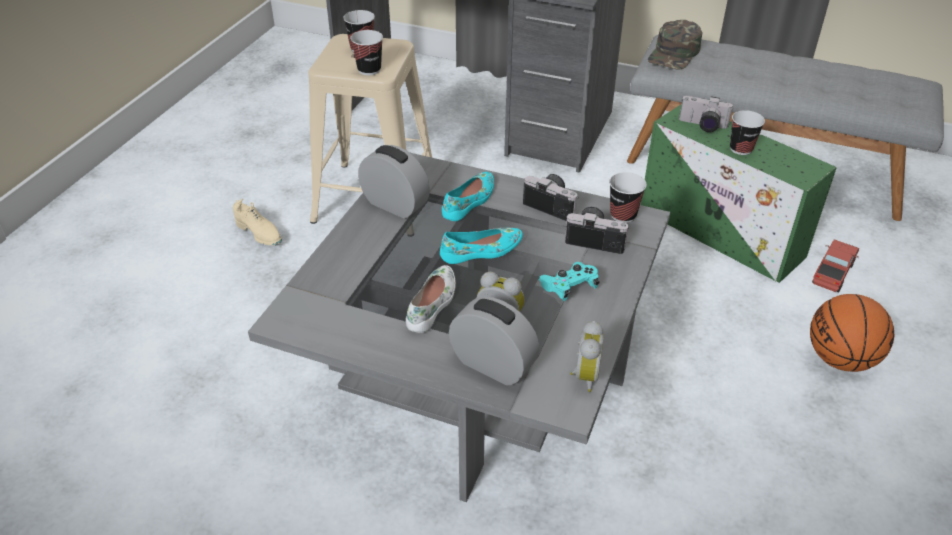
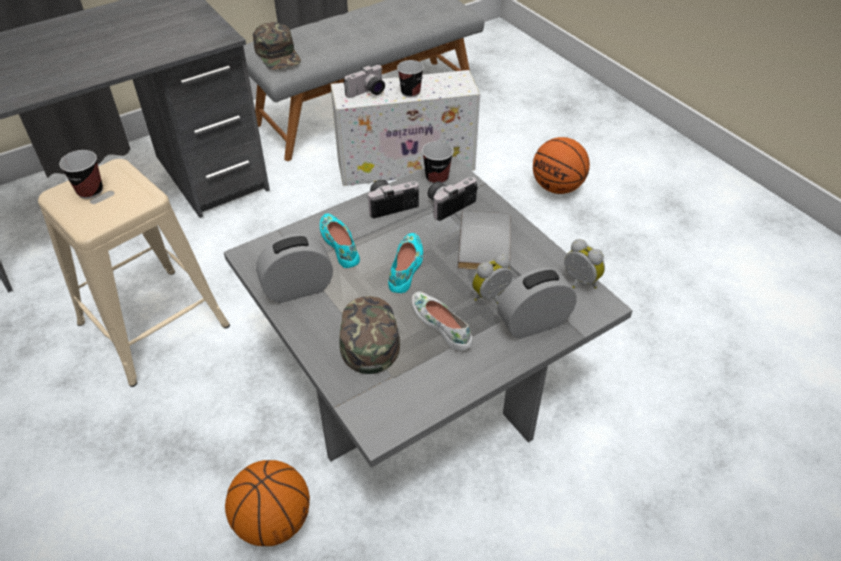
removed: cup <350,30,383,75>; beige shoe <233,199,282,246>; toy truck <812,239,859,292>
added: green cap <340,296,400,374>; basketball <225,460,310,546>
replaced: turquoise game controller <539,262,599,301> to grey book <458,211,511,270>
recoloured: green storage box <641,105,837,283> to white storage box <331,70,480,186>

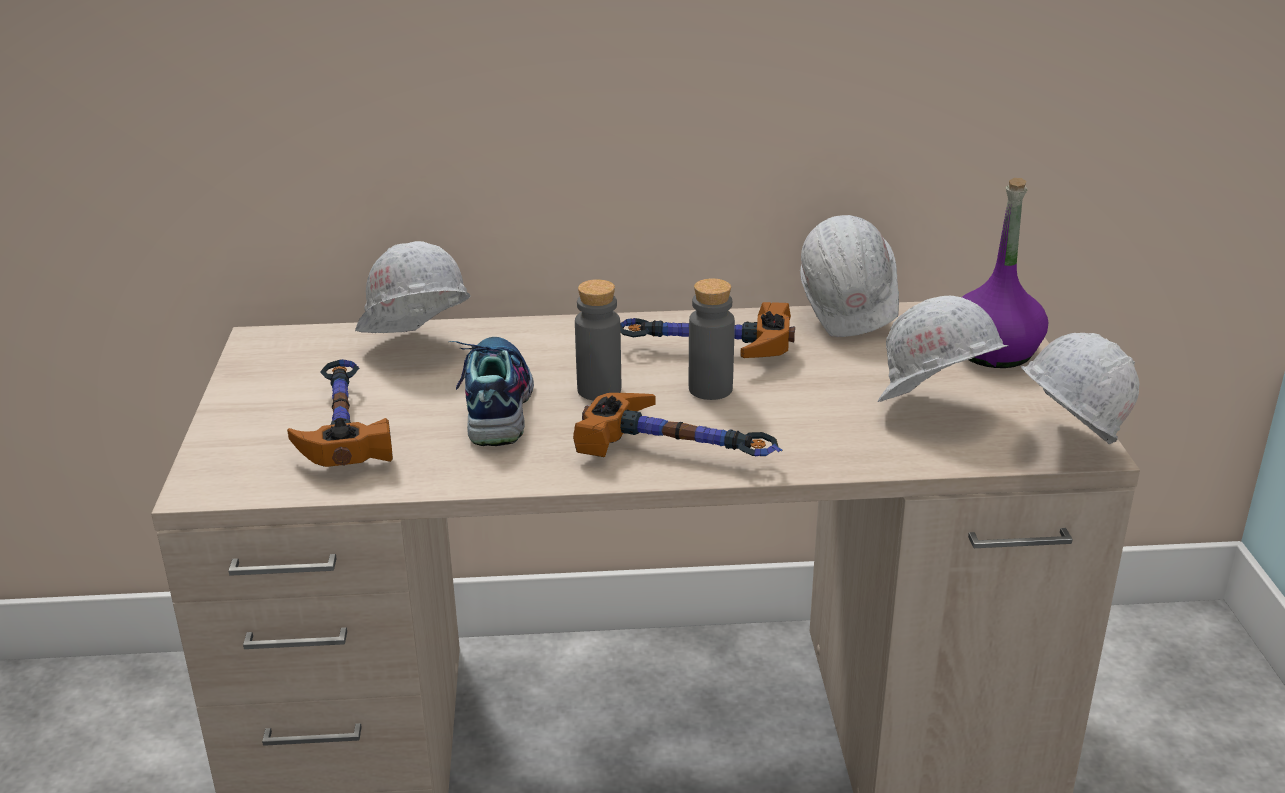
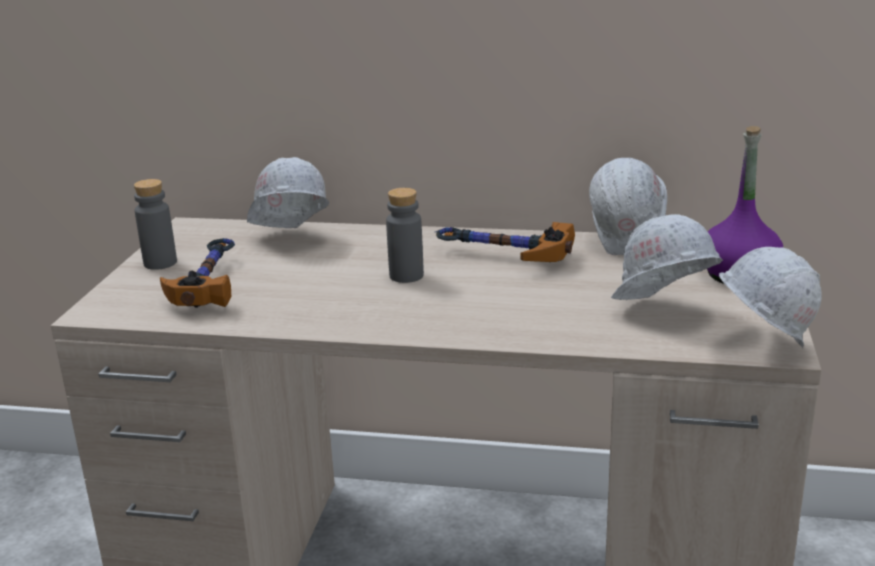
removed: shoe <450,337,534,446>; hammer <573,393,783,457>
moved: grey bottle <689,278,735,400> to <134,179,177,270>

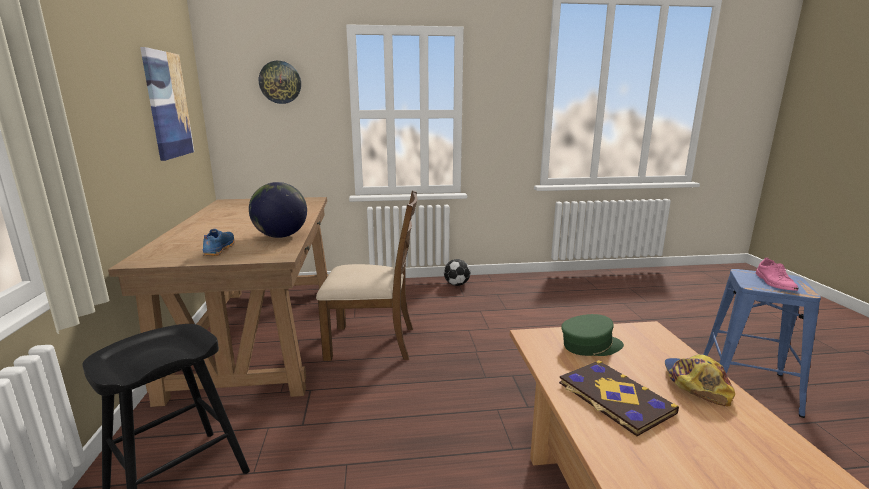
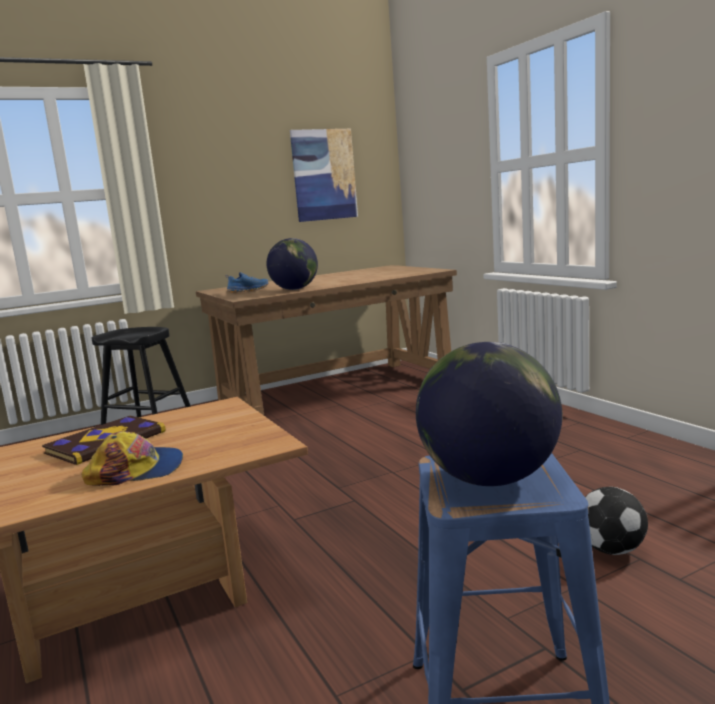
removed: wall clock <259,61,301,104>; brown chair <316,190,418,361>; green cap <561,314,624,356>
moved: football <444,259,470,286> to <585,487,648,555>
replaced: pink shoe <756,258,798,291> to globe <416,342,563,486>

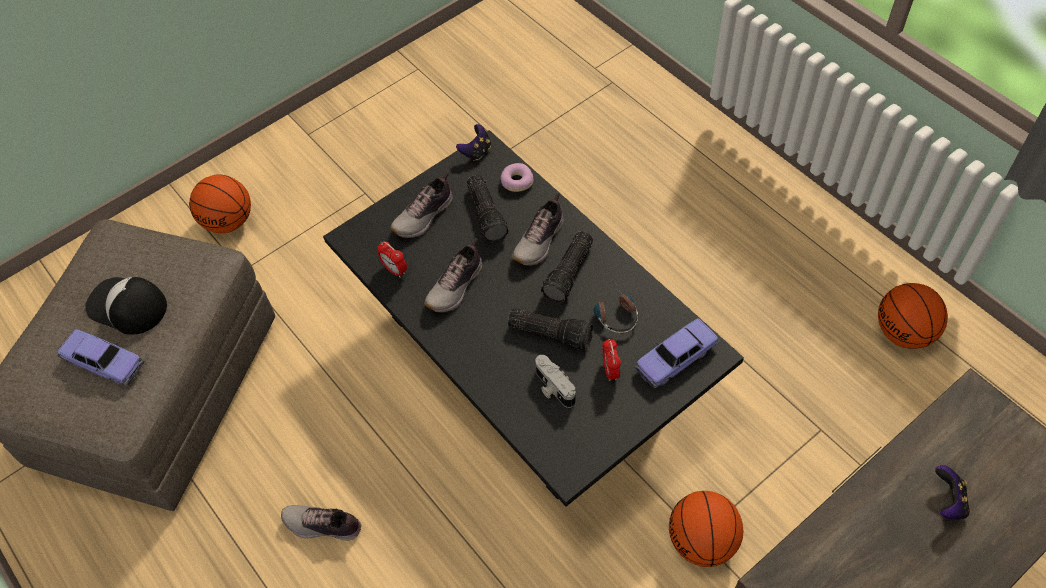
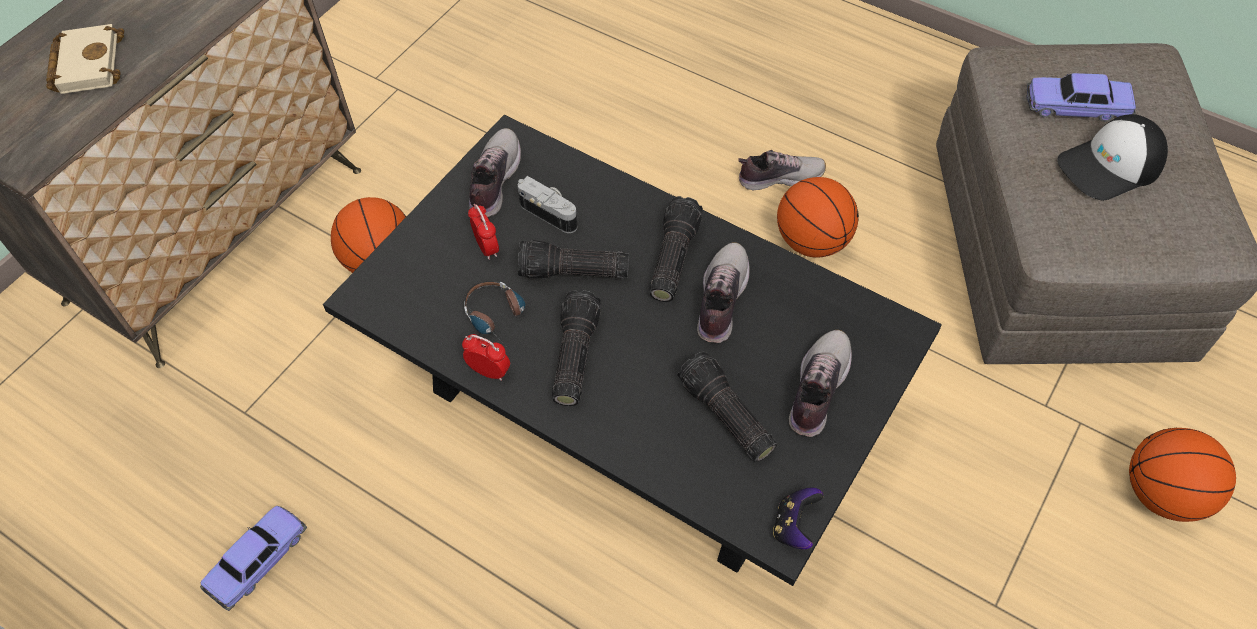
removed: donut <501,163,534,192>
added: flashlight <649,196,703,302>
moved: shoe <512,193,563,266> to <469,128,521,217>; alarm clock <377,241,407,277> to <462,334,510,381>; basketball <878,283,948,349> to <777,177,859,258>; toy car <634,318,720,388> to <200,506,307,611>
replaced: game controller <935,465,970,519> to beige book <46,24,124,94>
turned: cap <85,277,167,335> = <1057,114,1168,201> 150 degrees clockwise

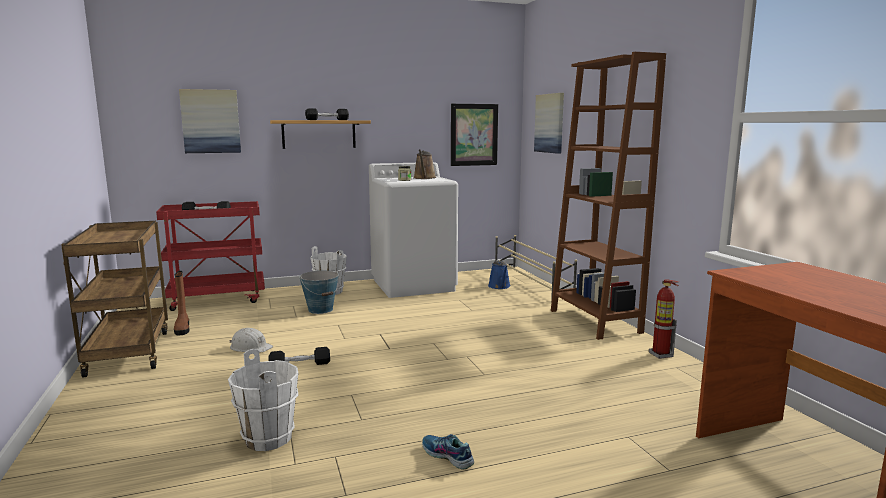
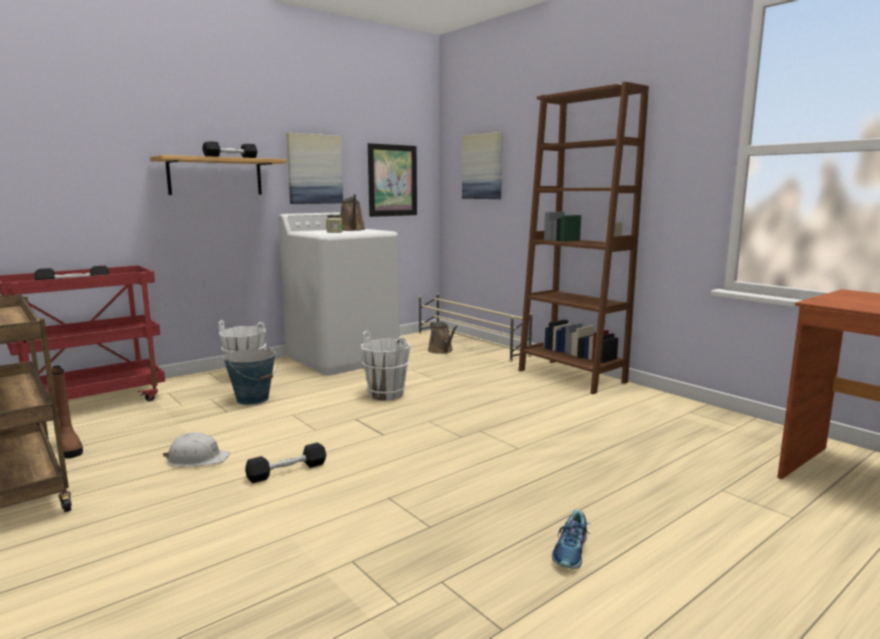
removed: fire extinguisher <649,279,679,359>
moved: picture <179,89,241,153> to <286,133,343,204>; white bucket <228,349,298,451> to <360,330,410,401>
recoloured: blue watering can <488,260,511,289> to brown watering can <428,321,458,354>
turned: shoe <422,434,474,470> = <552,510,592,569> 90 degrees counterclockwise

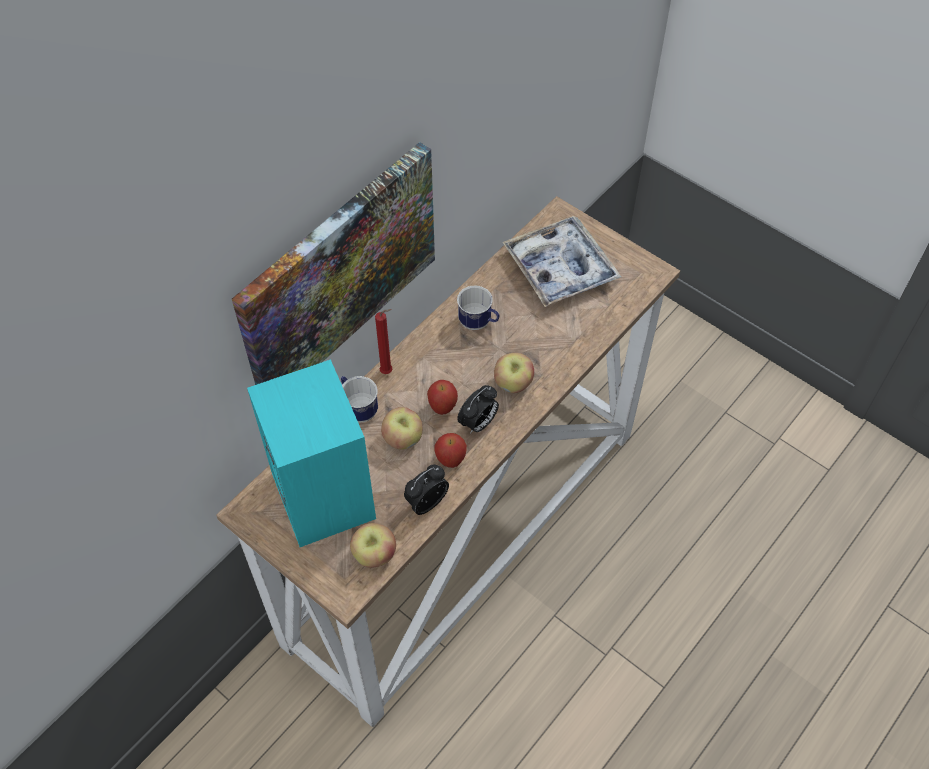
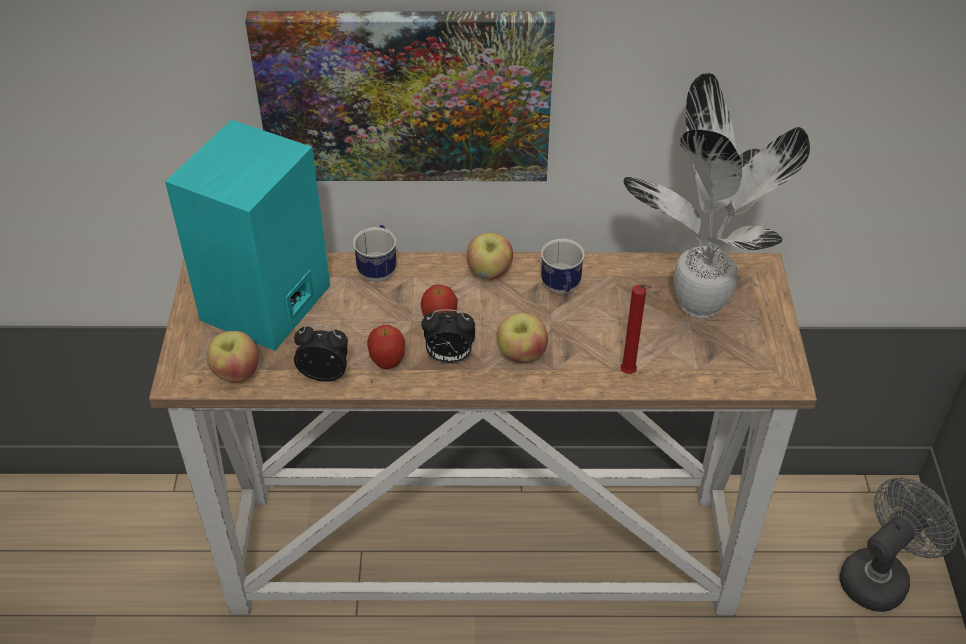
added: grey fan <839,477,957,612>
moved: red candle <375,309,392,374> to <621,284,652,374>; apple <381,407,423,449> to <467,233,513,280>
replaced: tray <502,216,621,307> to potted plant <623,73,810,318>

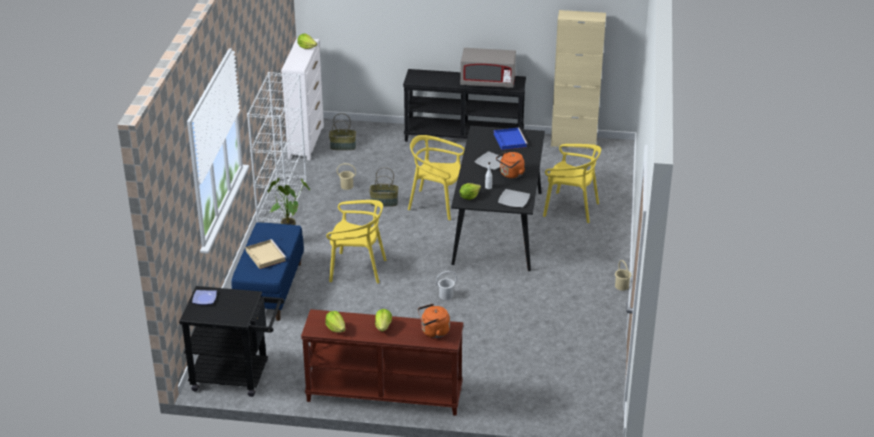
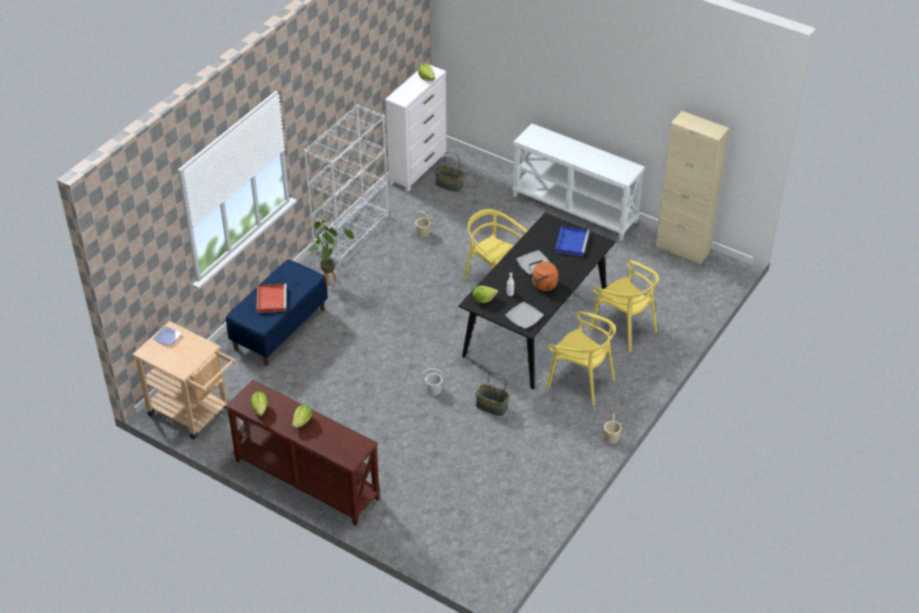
removed: grey microwave <460,48,516,88>; orange kettle <418,304,450,338>
moved: basket <369,167,398,206> to <475,372,509,416>; yellow chair <326,200,386,283> to <546,311,616,406>
recoloured: black console table <403,69,526,142> to white console table <512,124,645,241>; beige tray <245,239,286,269> to red tray <256,284,287,313>; black cart <179,286,284,397> to beige cart <132,321,236,439>

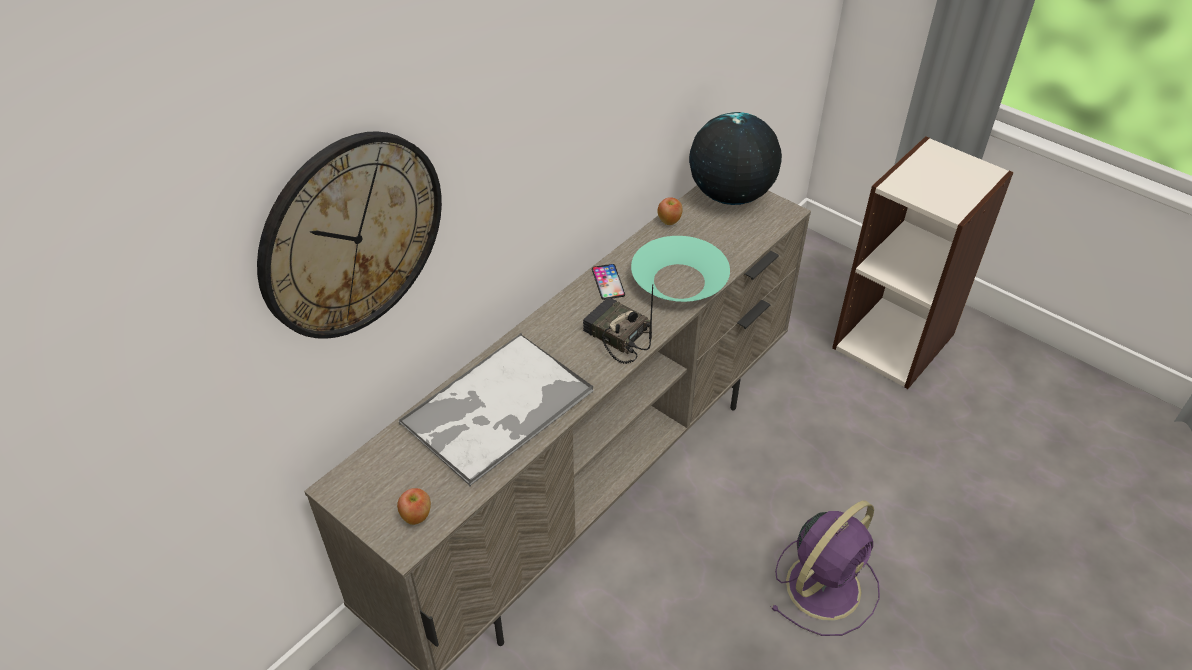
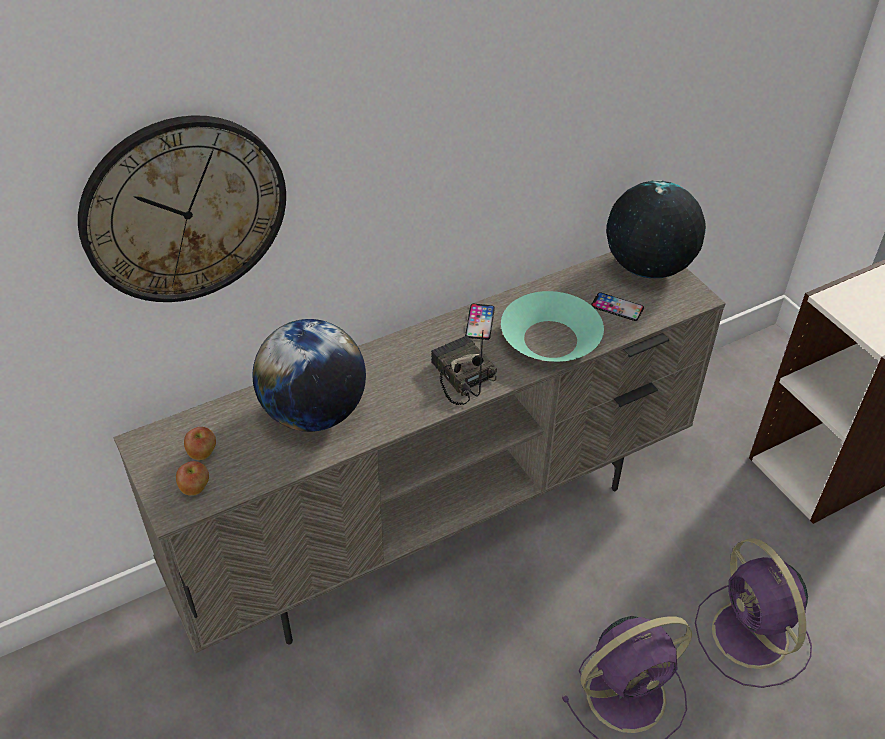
added: phone <591,292,644,321>; purple fan <695,538,812,688>
moved: apple <658,197,682,225> to <184,427,216,460>
replaced: tray <399,333,594,487> to globe <253,319,366,432>

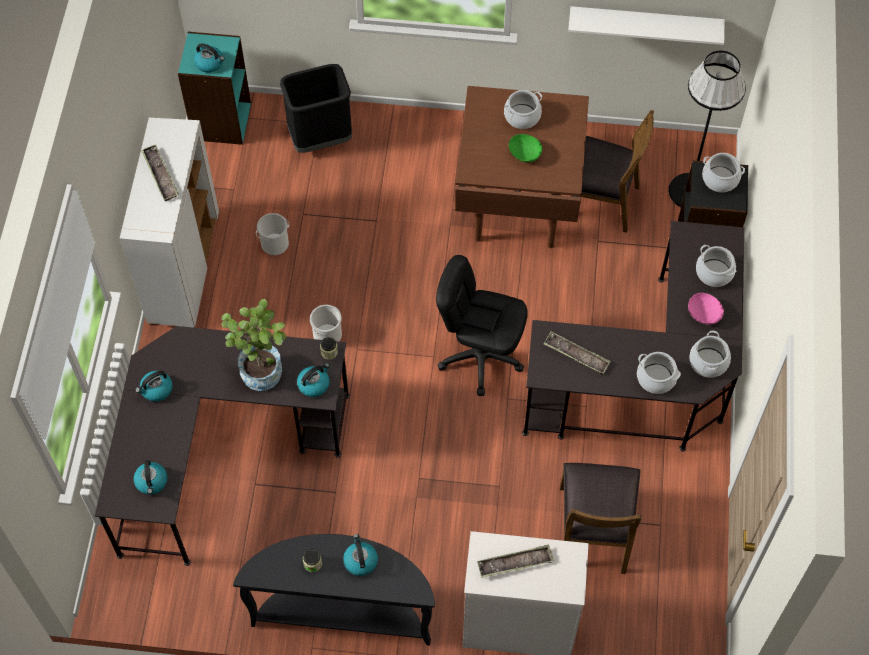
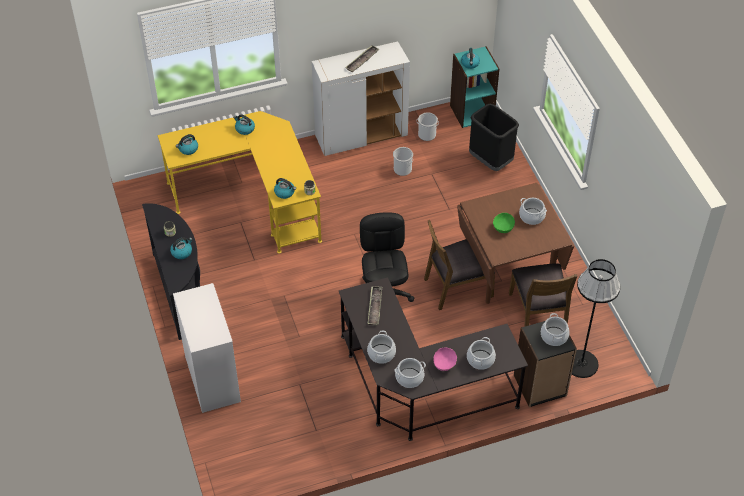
removed: white shelf <568,6,725,45>; potted plant <221,299,286,391>; tray <477,544,554,578>
moved: bucket <310,305,342,342> to <416,112,439,141>; brown chair <560,463,642,574> to <424,220,495,310>
recoloured: black desk <95,326,350,566> to yellow desk <158,111,322,254>

